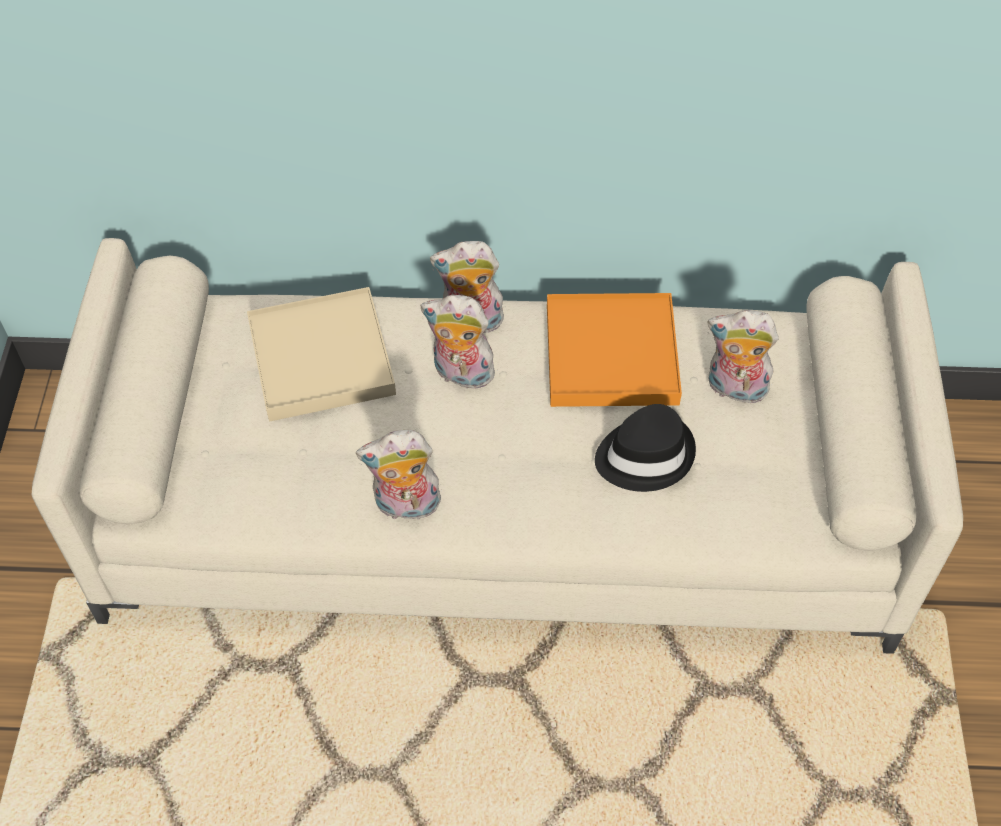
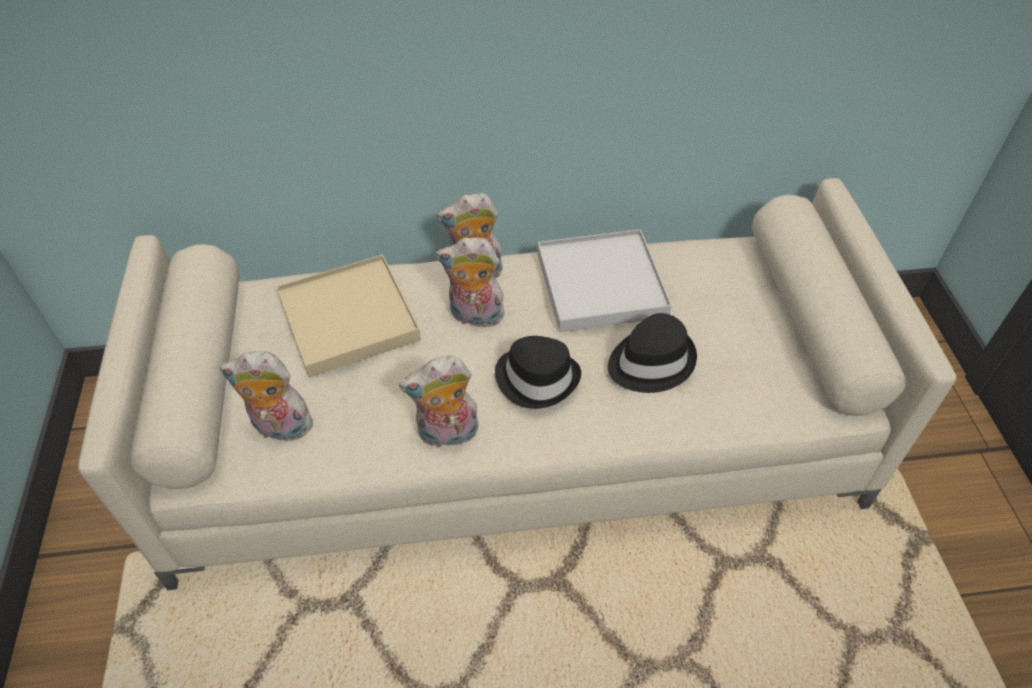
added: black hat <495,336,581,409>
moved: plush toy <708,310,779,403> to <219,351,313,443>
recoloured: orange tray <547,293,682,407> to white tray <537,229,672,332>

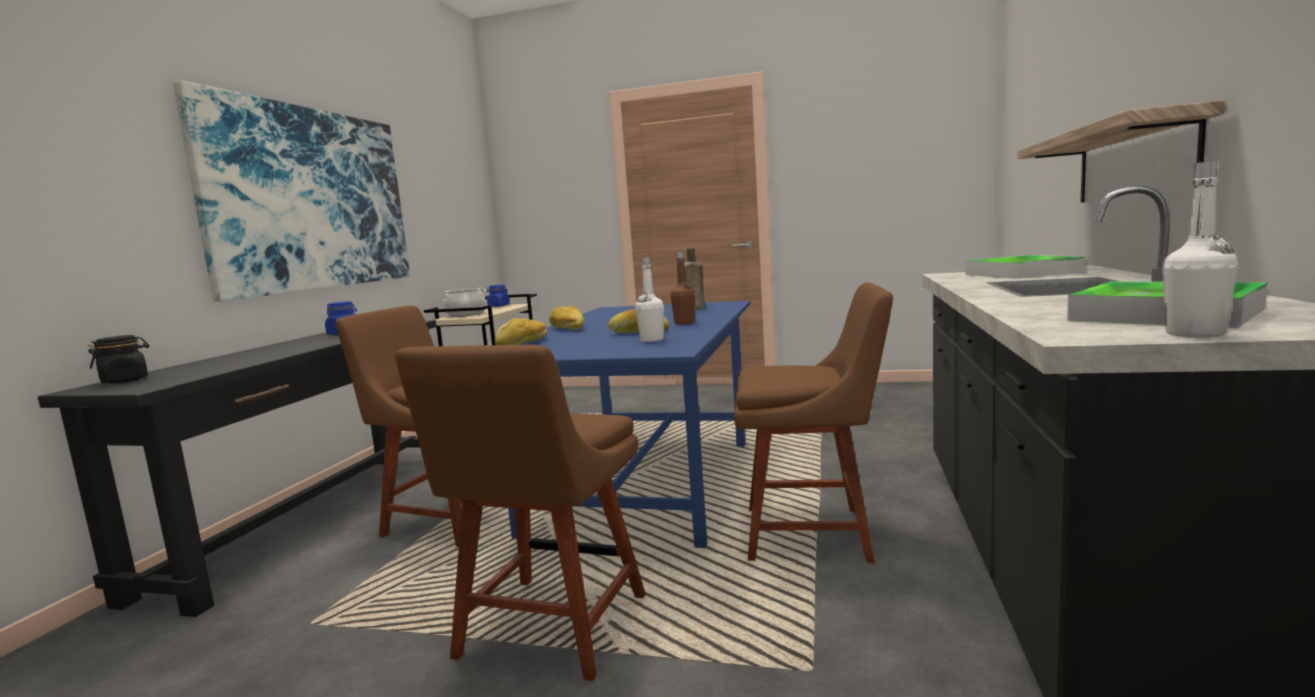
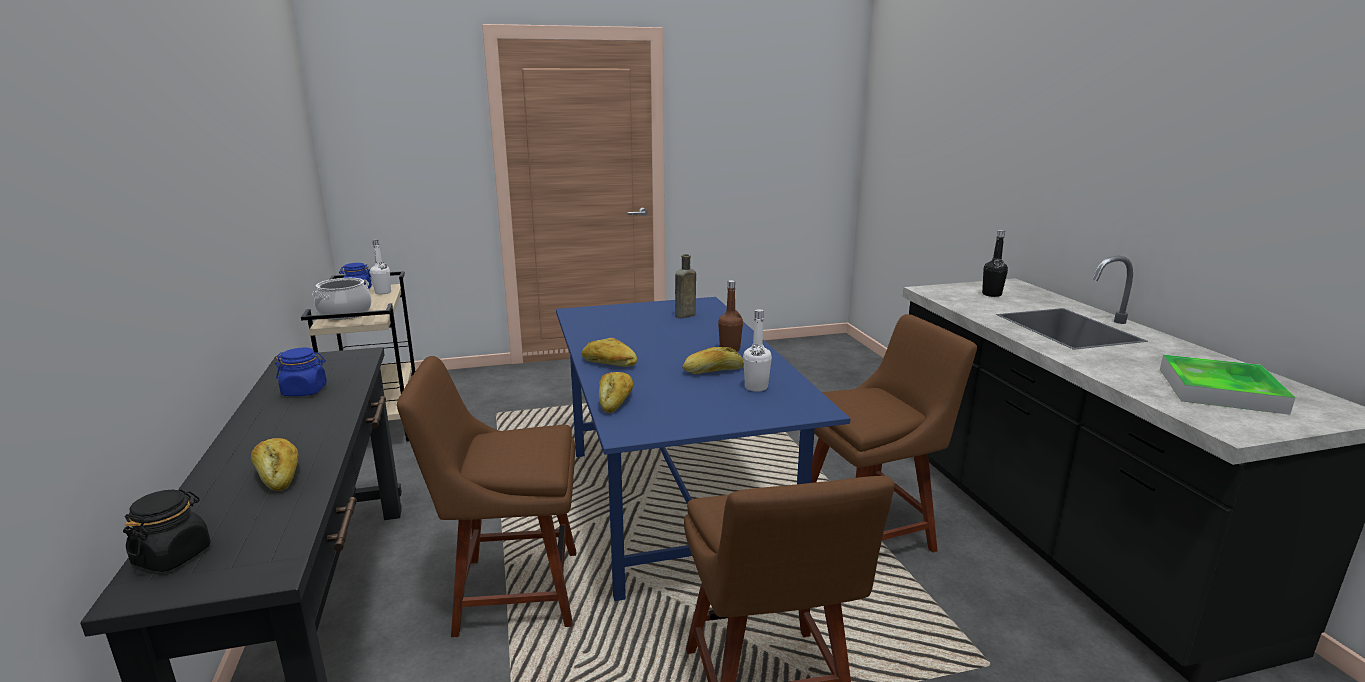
removed: picture <173,80,410,302>; shelf <1017,100,1225,203>
added: bread <251,438,298,491>
moved: white bottle <1162,161,1238,338> to <370,239,391,294>
replaced: tray <966,255,1085,279> to black bottle <982,230,1008,297>

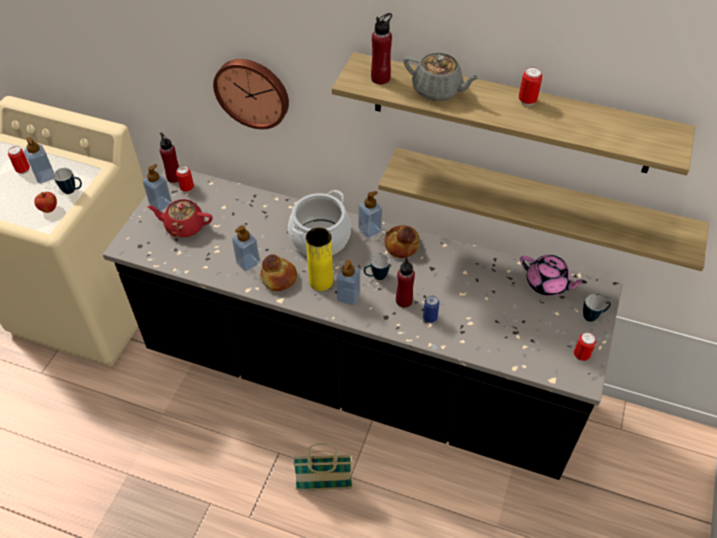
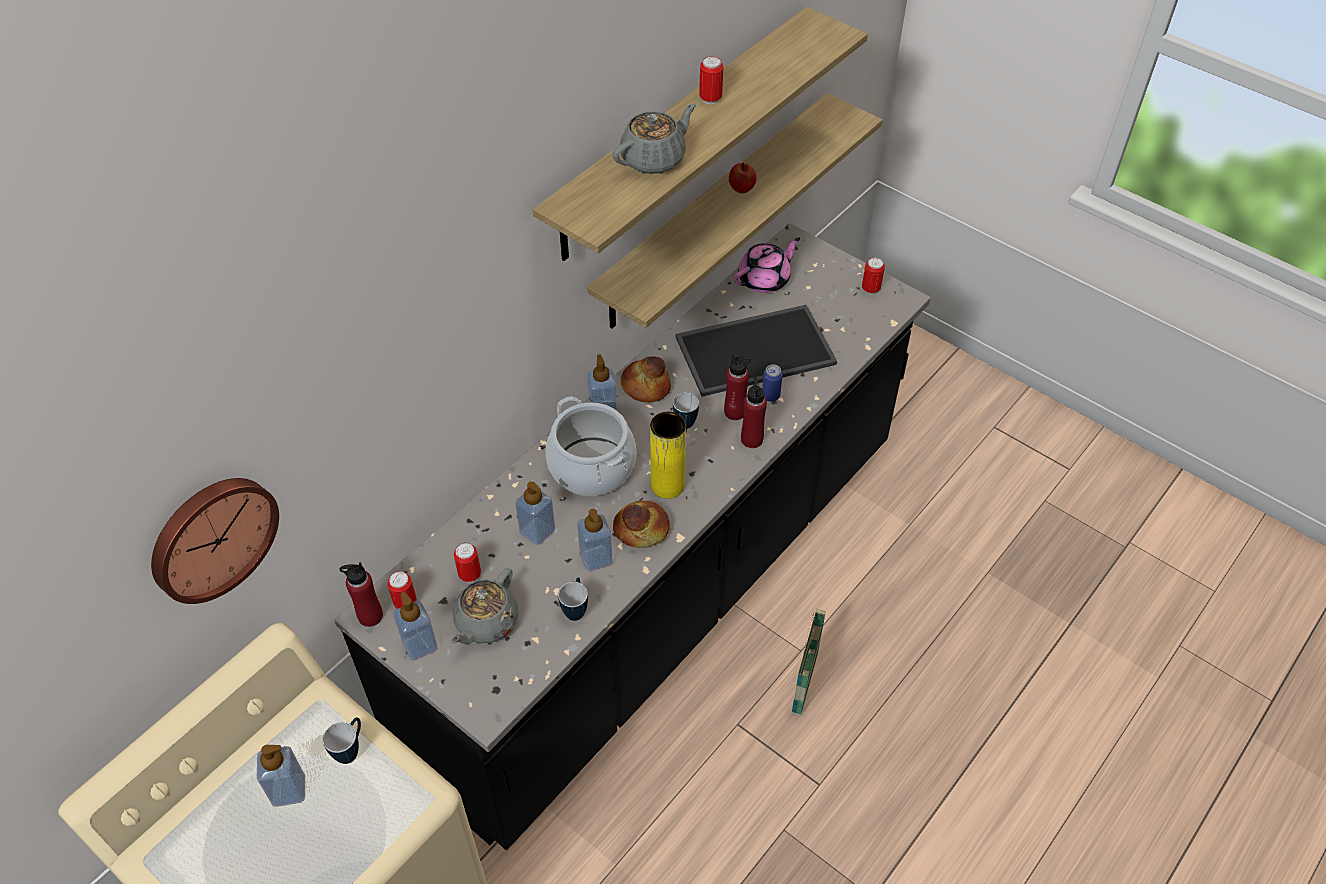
added: tray <676,305,837,397>
moved: red bottle <371,13,392,85> to <741,377,767,448>; wall clock <213,59,289,129> to <151,478,279,604>; can <8,146,30,174> to <454,543,481,582>; apple <34,192,57,213> to <729,163,757,193>; soap dispenser <336,260,360,305> to <515,481,555,545>; mug <583,294,611,322> to <558,577,588,621>
recoloured: red teapot <147,199,213,238> to grey teapot <451,568,518,645>

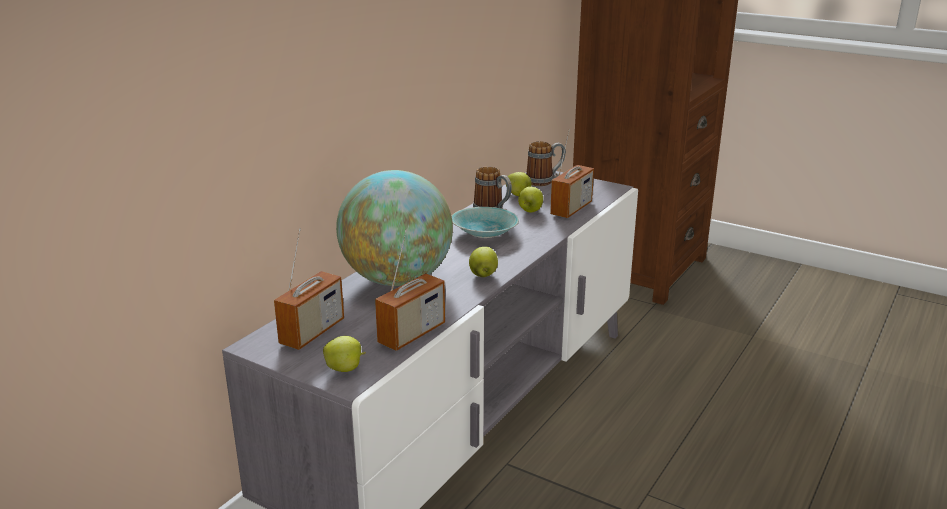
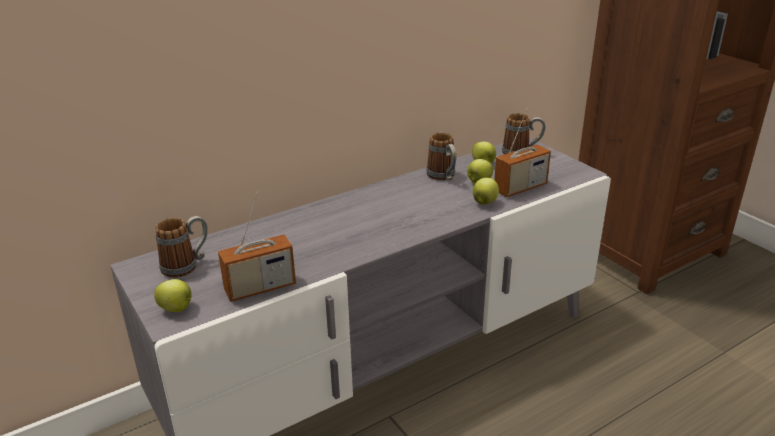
removed: globe <336,170,453,286>; turquoise bowl <452,207,519,238>
moved: apple <469,247,498,277> to <473,178,499,204>
replaced: radio <274,228,344,350> to mug <155,216,208,278>

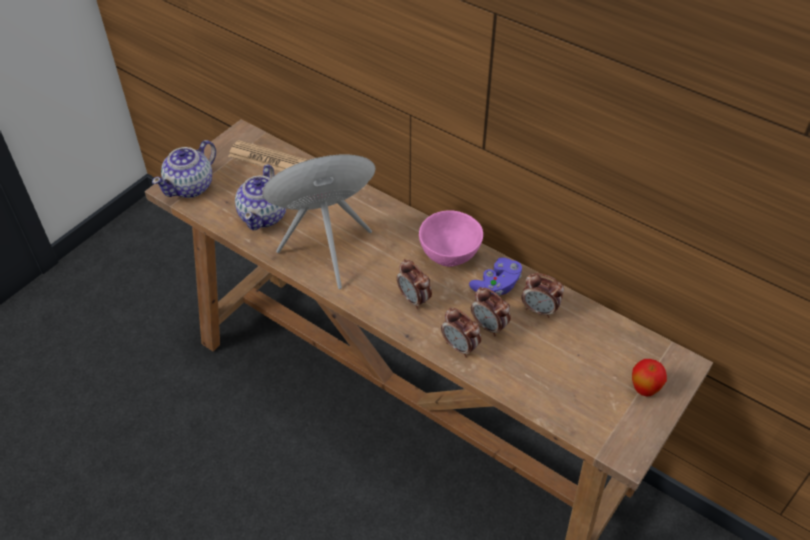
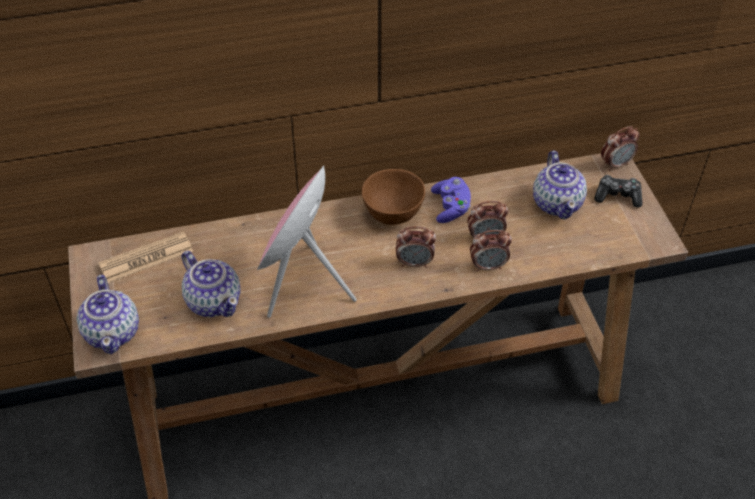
added: teapot <533,151,587,220>
moved: alarm clock <521,273,564,318> to <601,126,639,171>
replaced: apple <632,359,667,397> to game controller <594,175,643,207>
recoloured: pink bowl <419,210,483,267> to brown bowl <362,169,425,225>

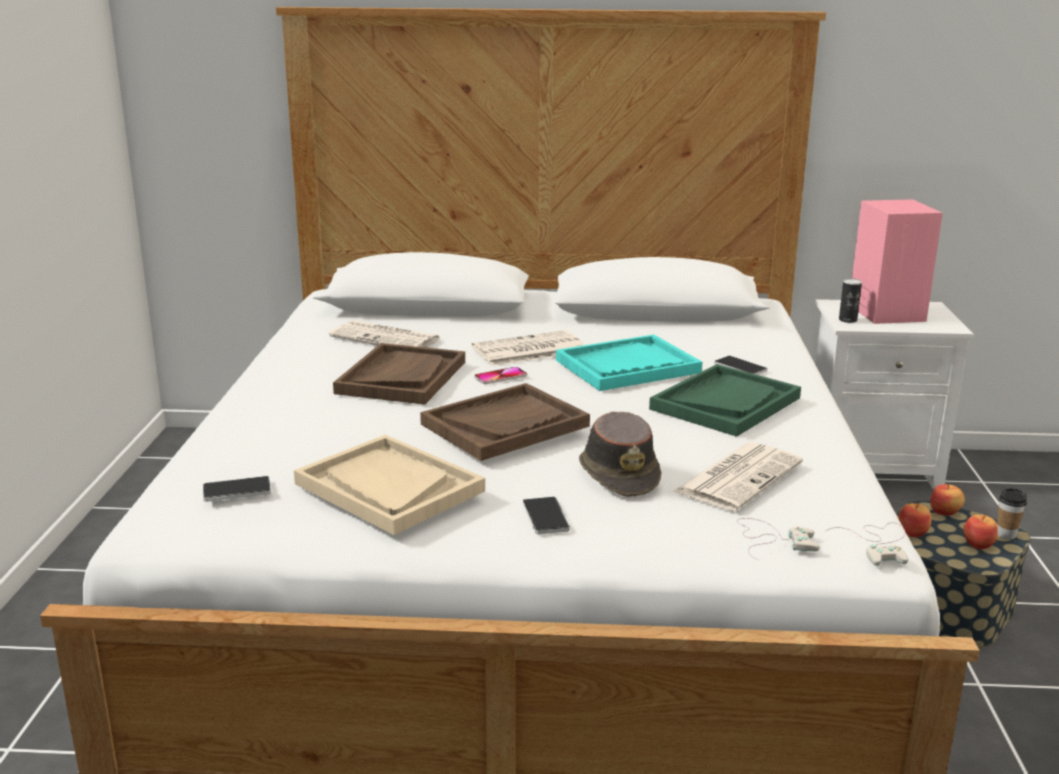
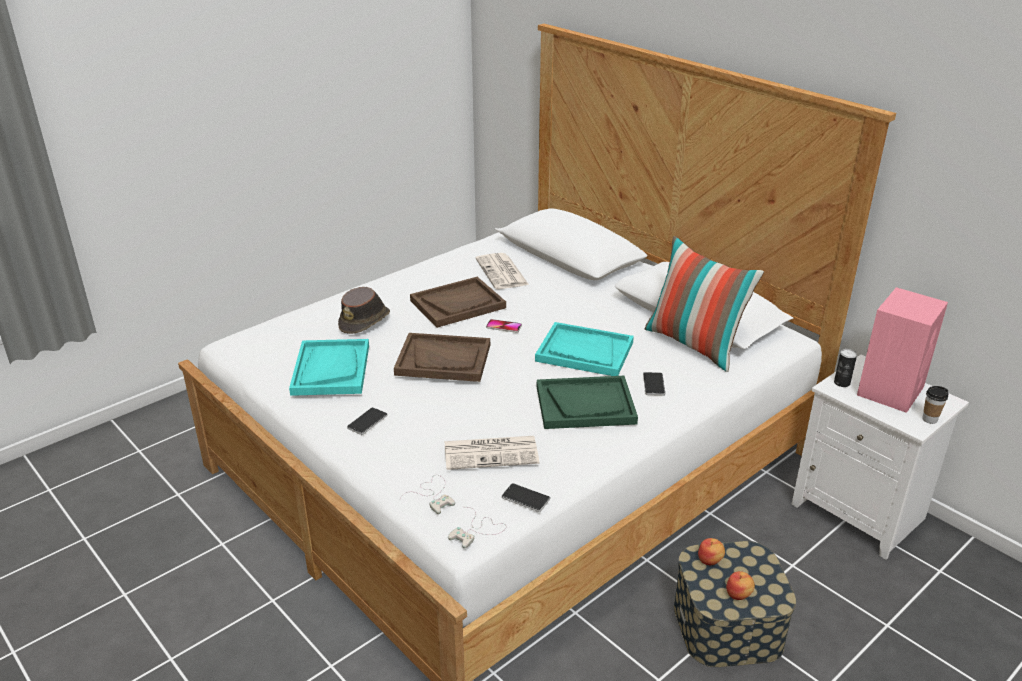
removed: newspaper <472,330,584,366>; apple <930,484,965,516>
added: pillow <645,236,764,372>
moved: brown hat <579,412,661,497> to <338,287,390,334>; phone <203,476,271,502> to <502,483,550,512>; cup <997,488,1027,539> to <922,386,949,424>
recoloured: beige tray <294,435,485,535> to turquoise tray <289,339,369,396>

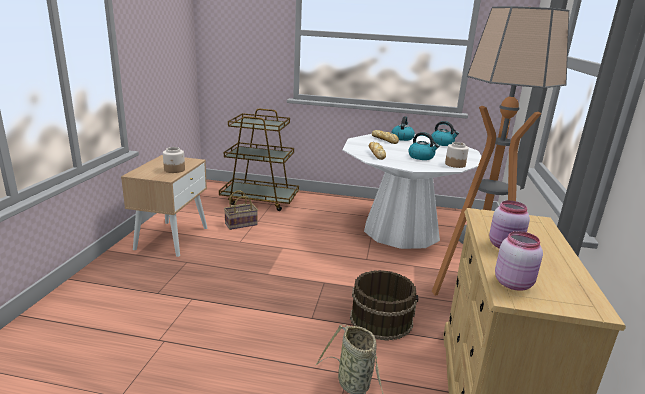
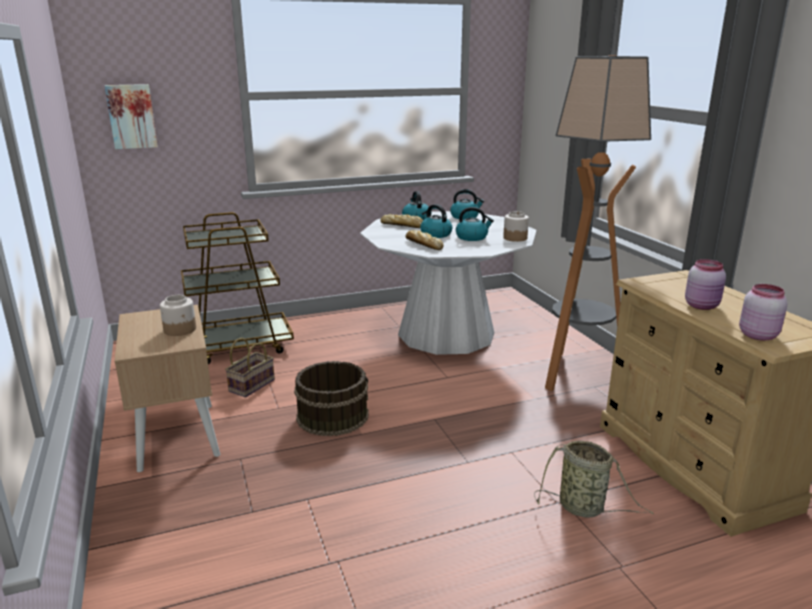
added: picture <105,84,158,149>; kettle <420,204,452,238>
moved: brown bucket <350,270,419,341> to <294,361,369,436>

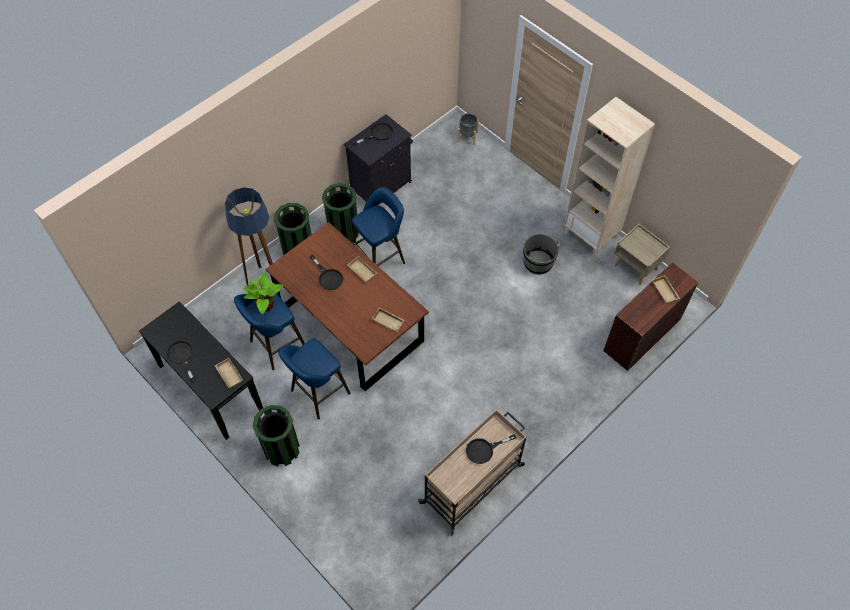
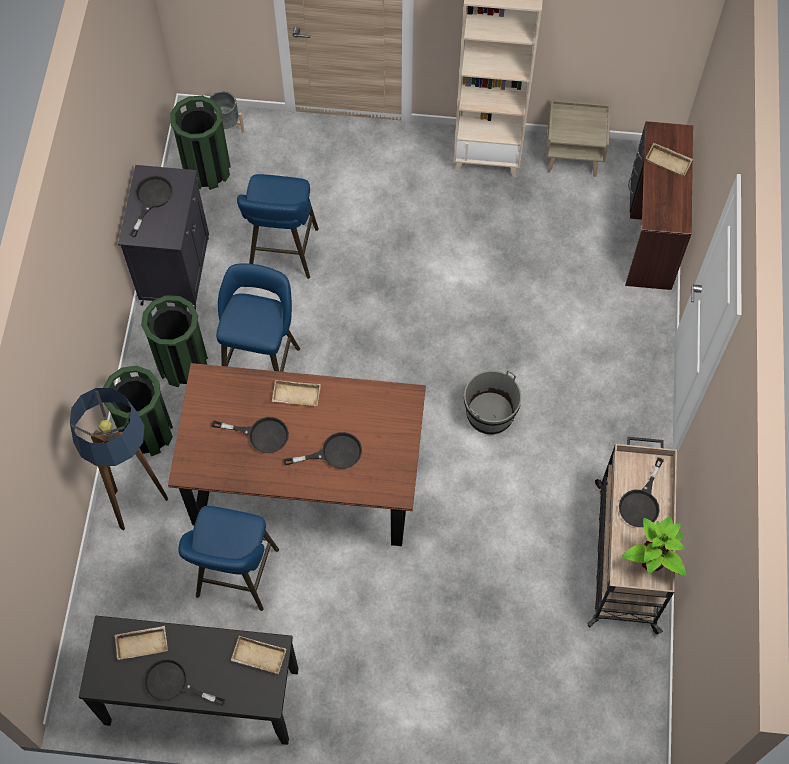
added: black frying pan <283,432,362,469>
moved: grey bucket <523,234,560,275> to <464,369,521,435>; potted plant <243,273,284,315> to <622,516,686,576>; beige tray <371,307,405,332> to <115,626,168,660>; blue stool <278,339,351,420> to <237,174,319,279>; green trash can <253,405,300,466> to <170,96,231,190>

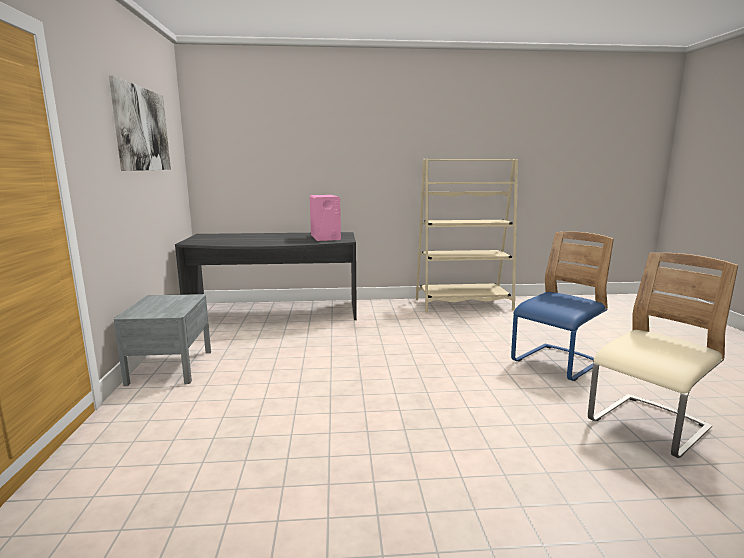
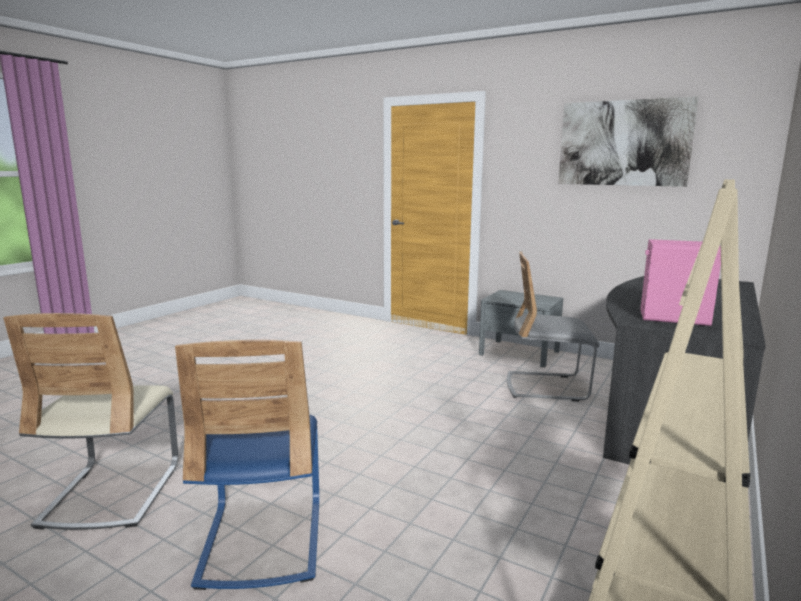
added: grey chair <507,251,599,401>

